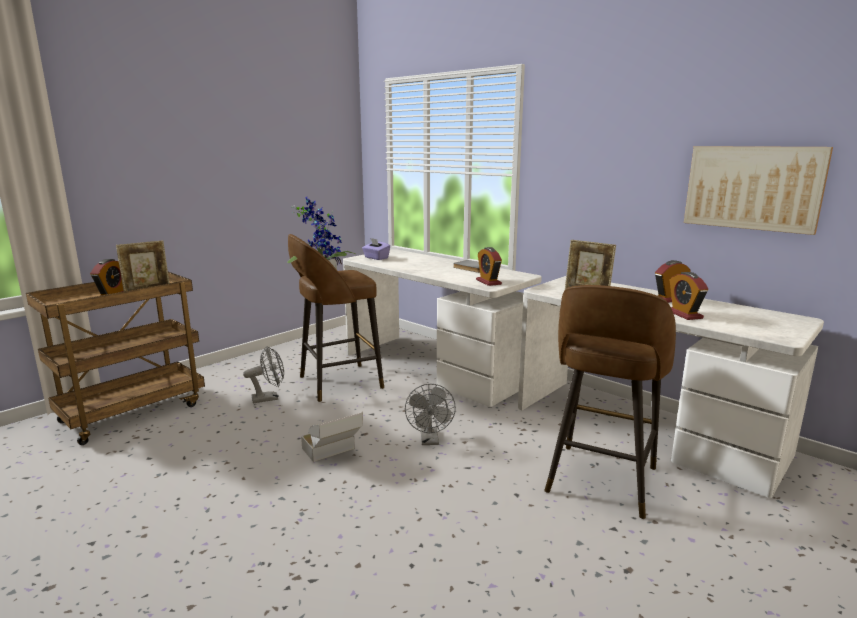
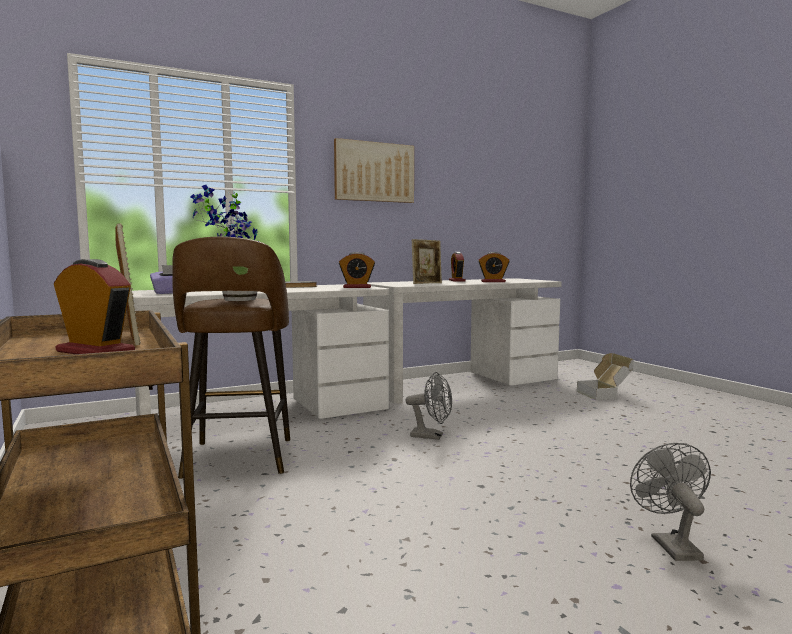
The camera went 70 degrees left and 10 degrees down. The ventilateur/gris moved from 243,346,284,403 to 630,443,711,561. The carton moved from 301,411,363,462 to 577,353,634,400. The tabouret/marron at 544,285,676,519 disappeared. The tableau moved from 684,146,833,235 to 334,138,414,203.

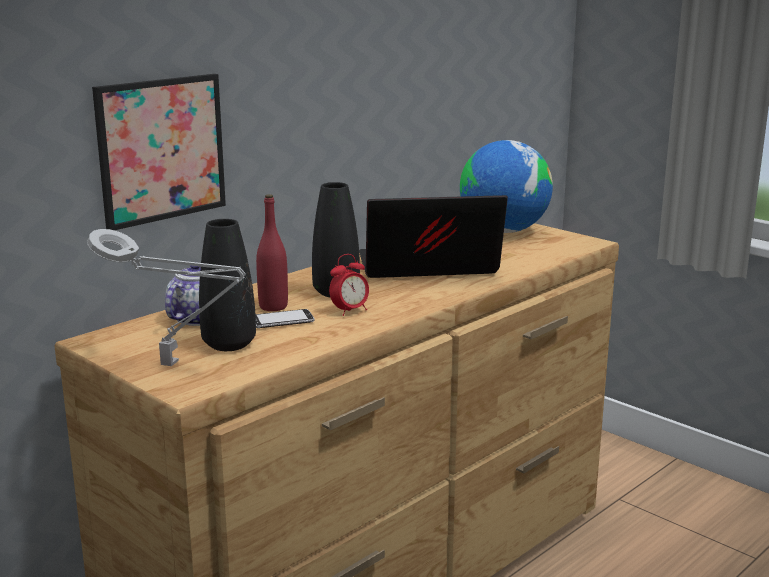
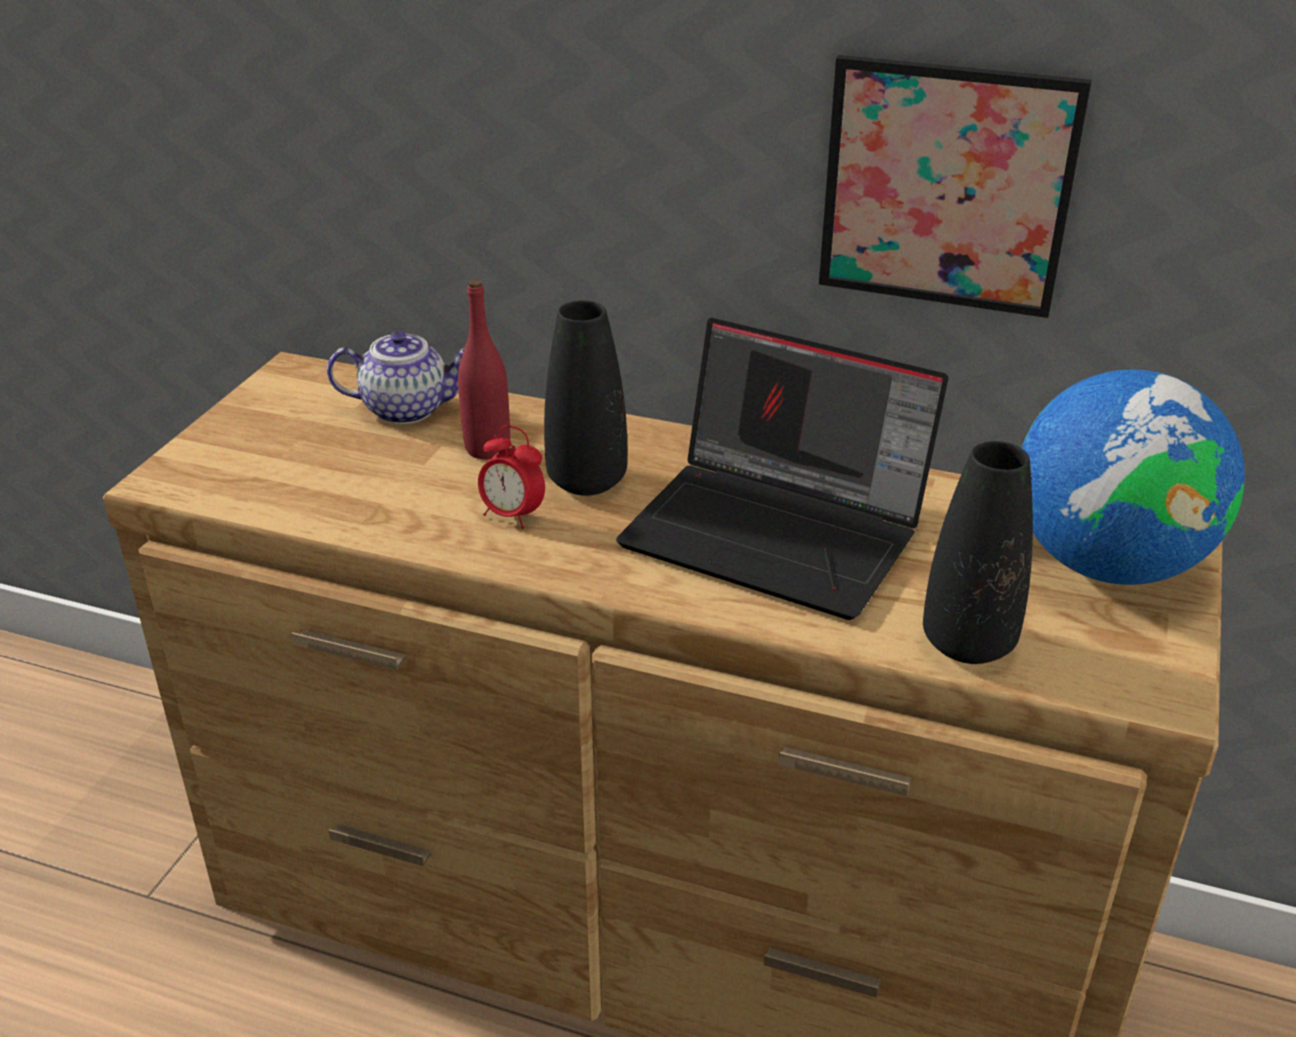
The camera went 65 degrees right and 15 degrees up. The lampe de table/gris at 87,229,246,366 disappeared. The tableau moved from 92,74,226,230 to 819,55,1092,318. The vase/noir moved from 199,219,256,351 to 923,441,1033,664. The téléphone at 255,309,315,328 disappeared. The ordinateur portable at 359,195,508,278 turned 150 degrees clockwise.

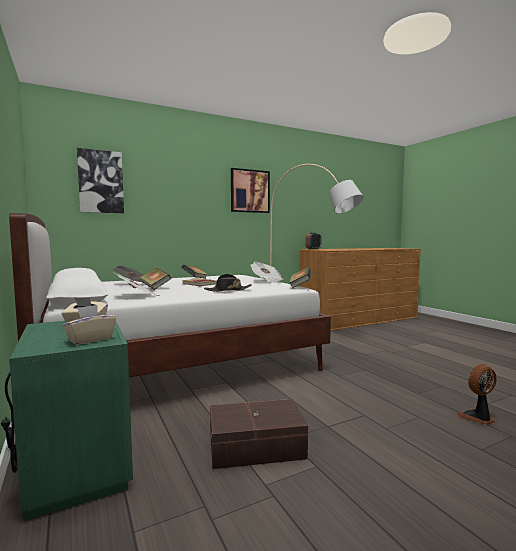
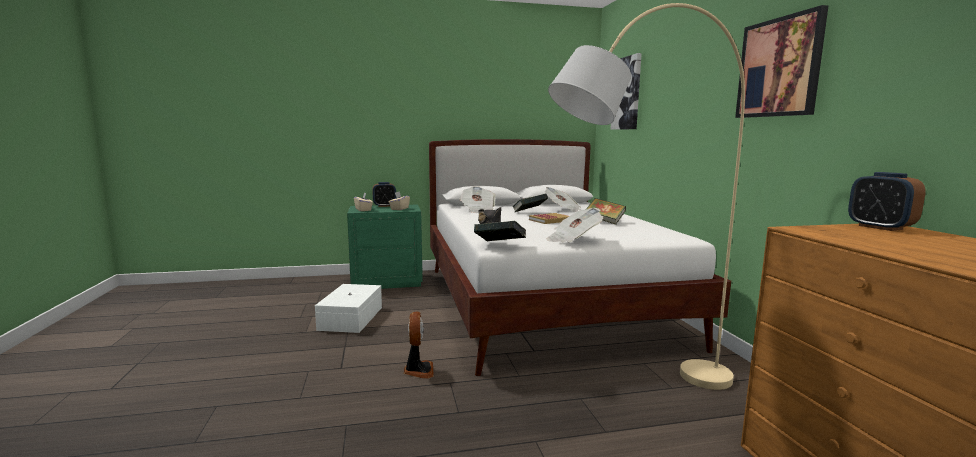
The camera went 105 degrees right and 5 degrees up. The boîte de rangement/marron at 210,399,308,469 became the boîte de rangement/blanc at 315,284,382,333. The ventilateur moved from 457,364,497,425 to 404,312,434,379. The réveil at 372,182,396,207 appeared.

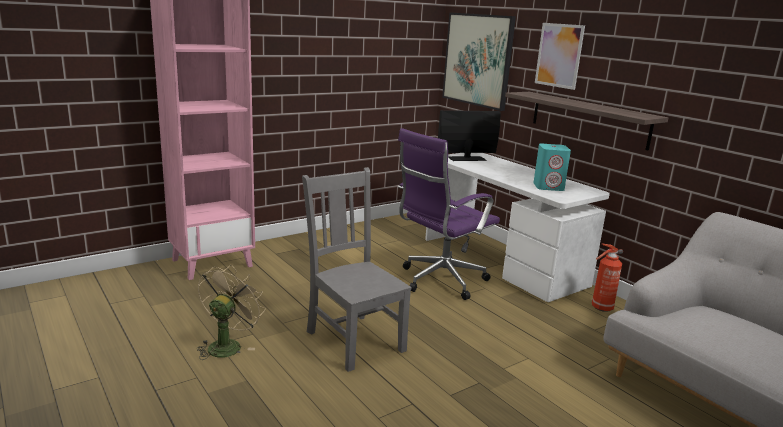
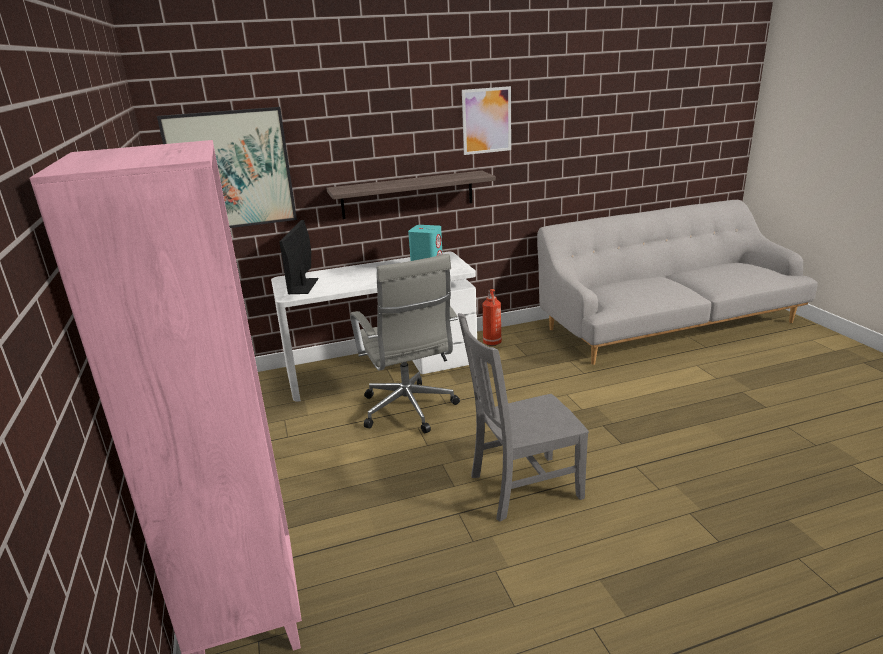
The camera went 70 degrees left and 5 degrees up. The ventilateur/beige at 197,265,266,360 disappeared. The chaise de bureau/violet at 398,128,500,300 became the chaise de bureau/gris at 350,254,460,433. The tableau moved from 535,23,585,90 to 462,86,511,155.

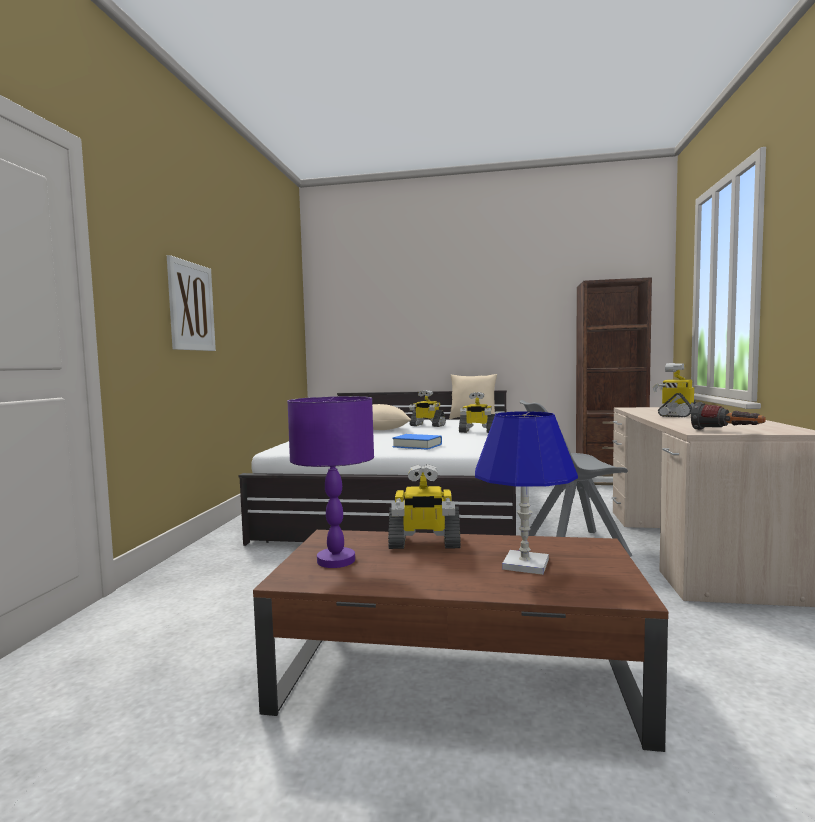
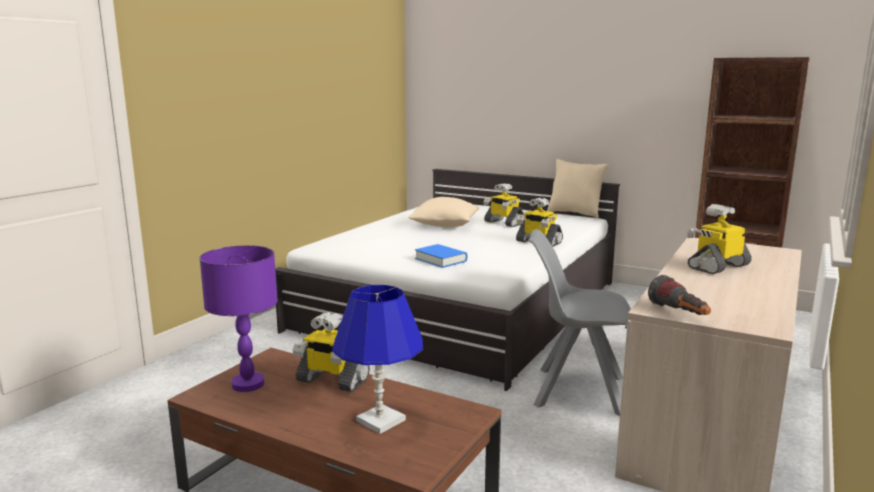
The camera went 20 degrees right and 10 degrees up. The tableau at 167,255,216,351 disappeared.

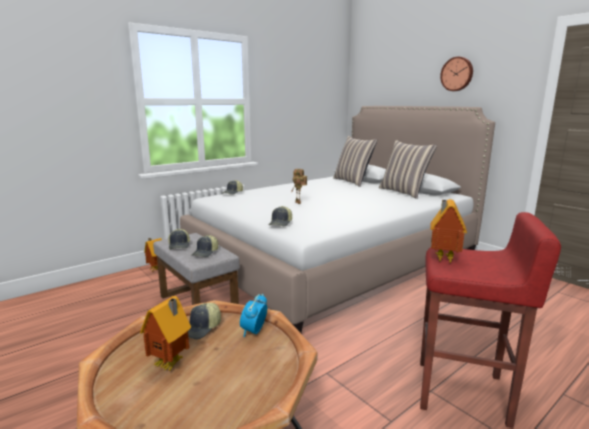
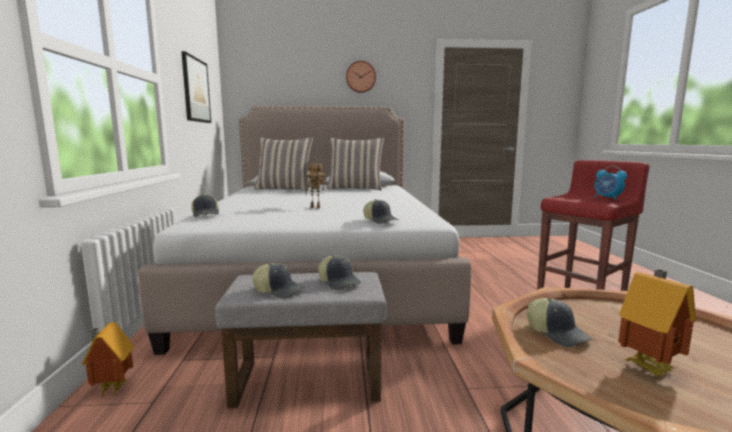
The camera went 55 degrees left and 5 degrees down. The réveil moved from 240,294,267,337 to 595,166,627,200. The maison miniature at 430,199,467,263 disappeared. The tableau at 181,51,211,123 appeared.

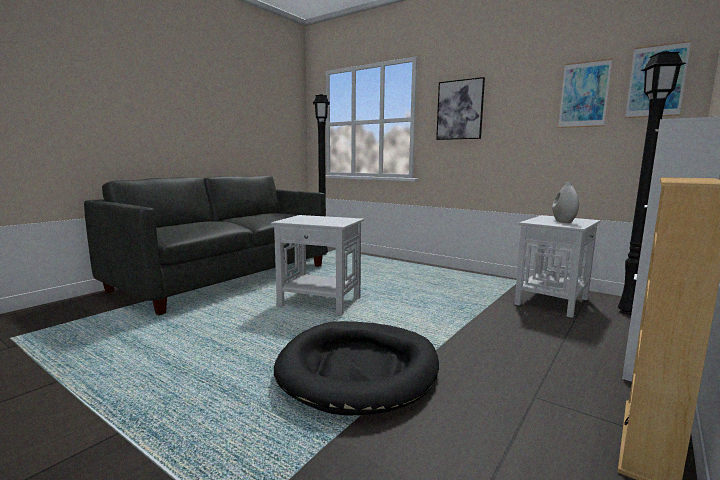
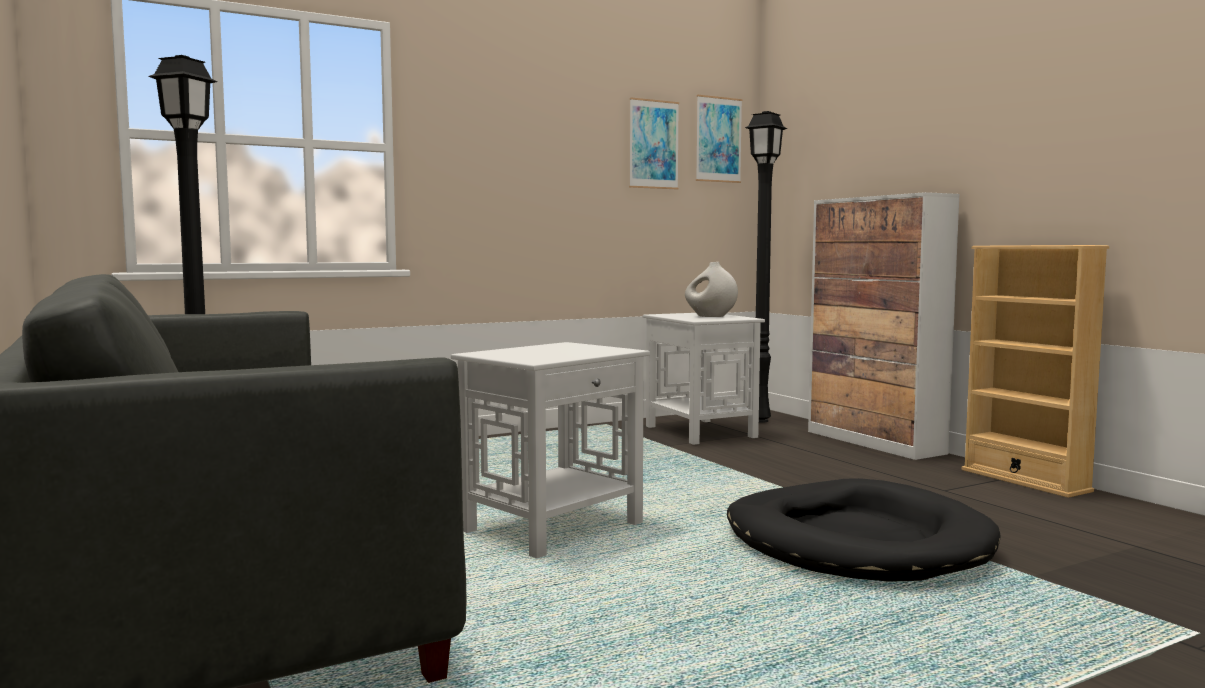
The camera went 65 degrees left and 5 degrees down. The tableau at 436,77,485,140 disappeared.

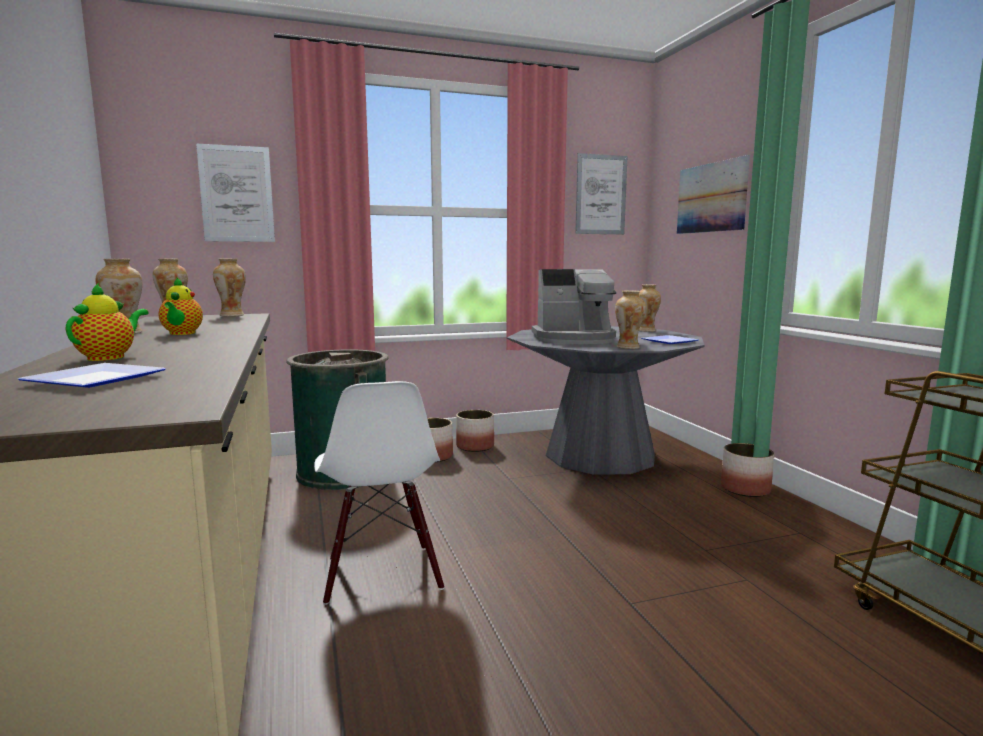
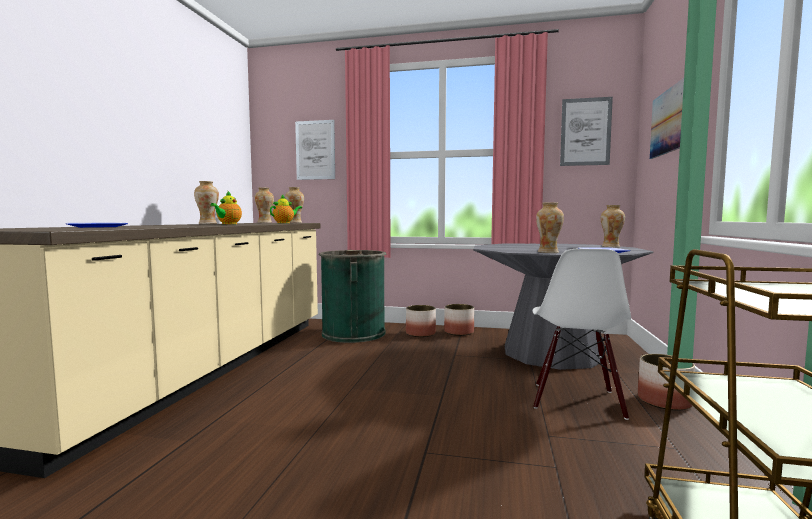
The camera went 30 degrees right and 5 degrees down. The théière moved from 65,283,149,361 to 270,195,302,223. The chaise/blanc moved from 314,381,444,605 to 533,249,631,420. The machine à café at 532,269,616,344 disappeared.

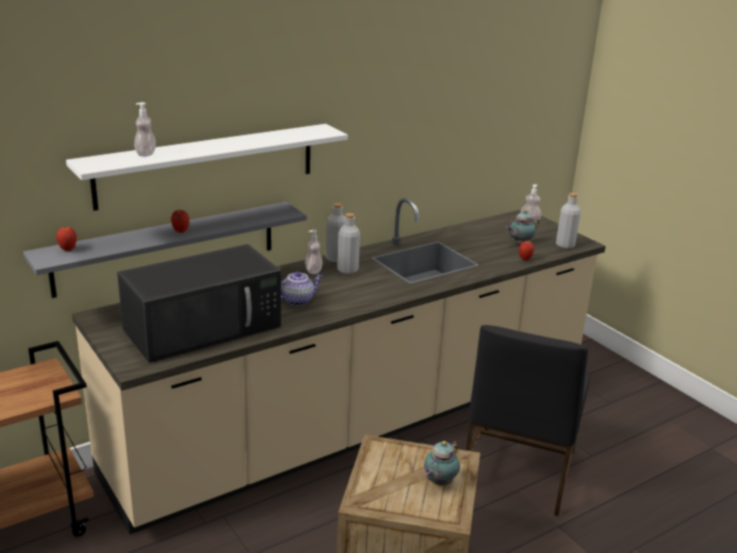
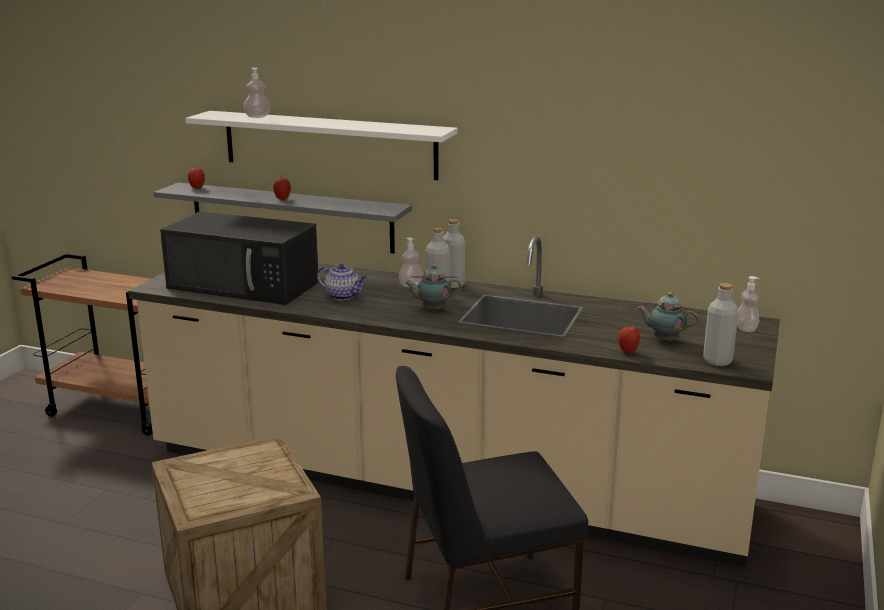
The camera went 55 degrees right and 5 degrees down. The théière moved from 424,441,460,486 to 405,264,461,310.

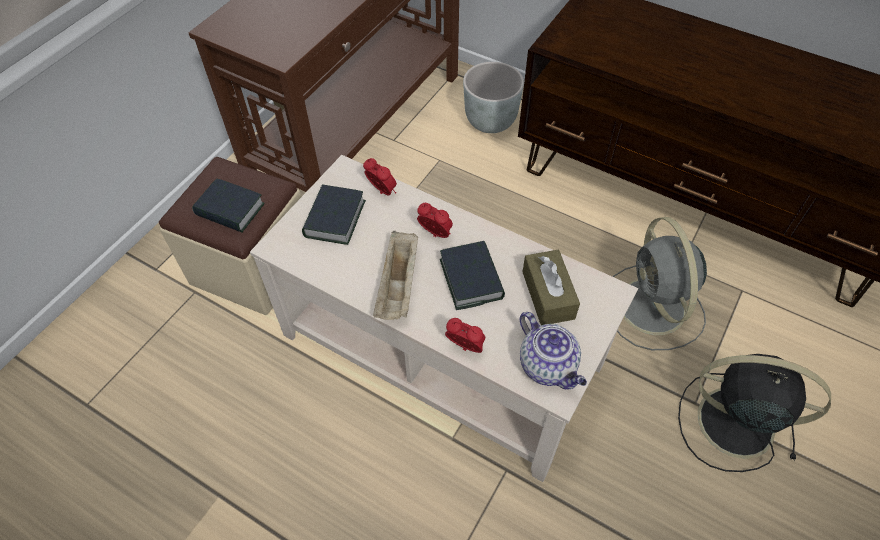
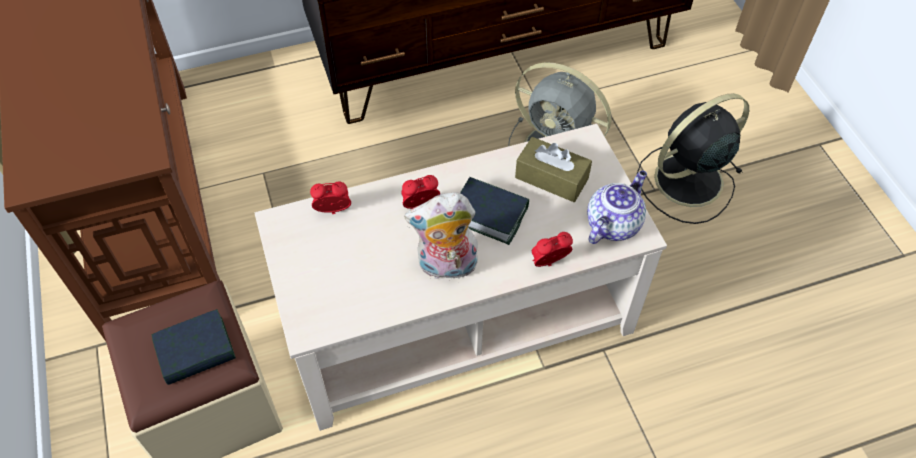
The camera went 50 degrees left and 0 degrees up. The livre at 302,184,366,245 disappeared. The plateau/beige at 373,230,418,320 was replaced by the peluche at 404,192,478,279. The cache-pot/gris at 463,62,524,133 disappeared. The théière at 520,312,587,390 turned 60 degrees counterclockwise.

